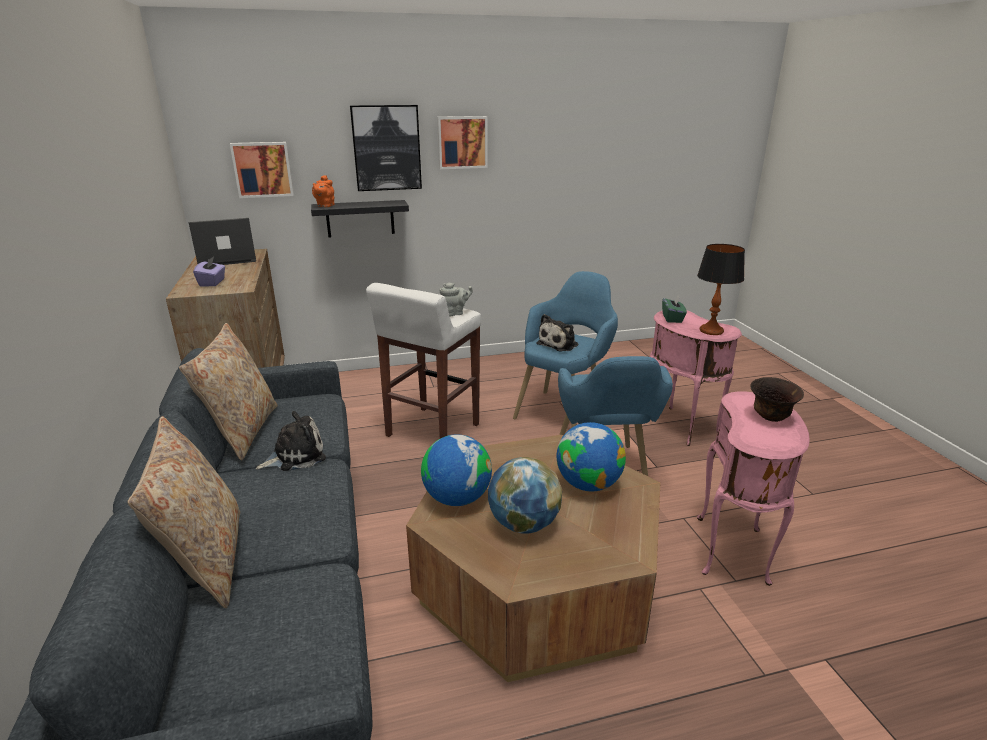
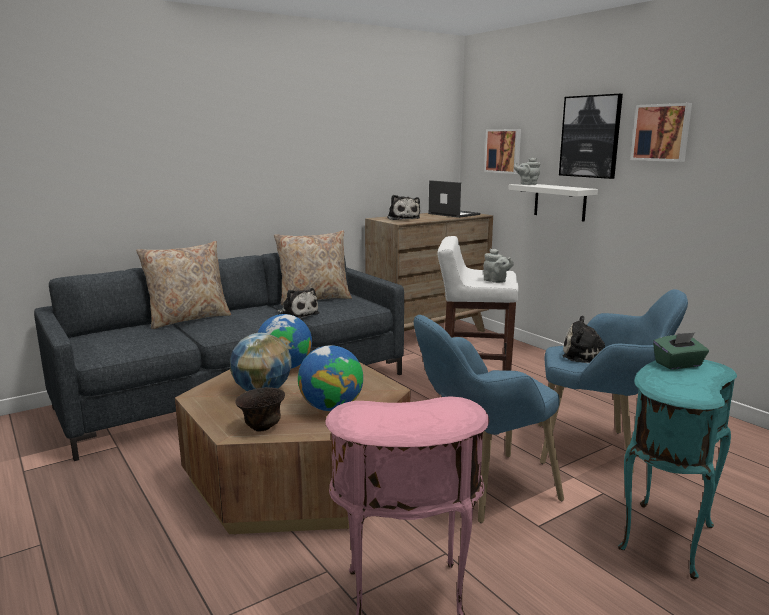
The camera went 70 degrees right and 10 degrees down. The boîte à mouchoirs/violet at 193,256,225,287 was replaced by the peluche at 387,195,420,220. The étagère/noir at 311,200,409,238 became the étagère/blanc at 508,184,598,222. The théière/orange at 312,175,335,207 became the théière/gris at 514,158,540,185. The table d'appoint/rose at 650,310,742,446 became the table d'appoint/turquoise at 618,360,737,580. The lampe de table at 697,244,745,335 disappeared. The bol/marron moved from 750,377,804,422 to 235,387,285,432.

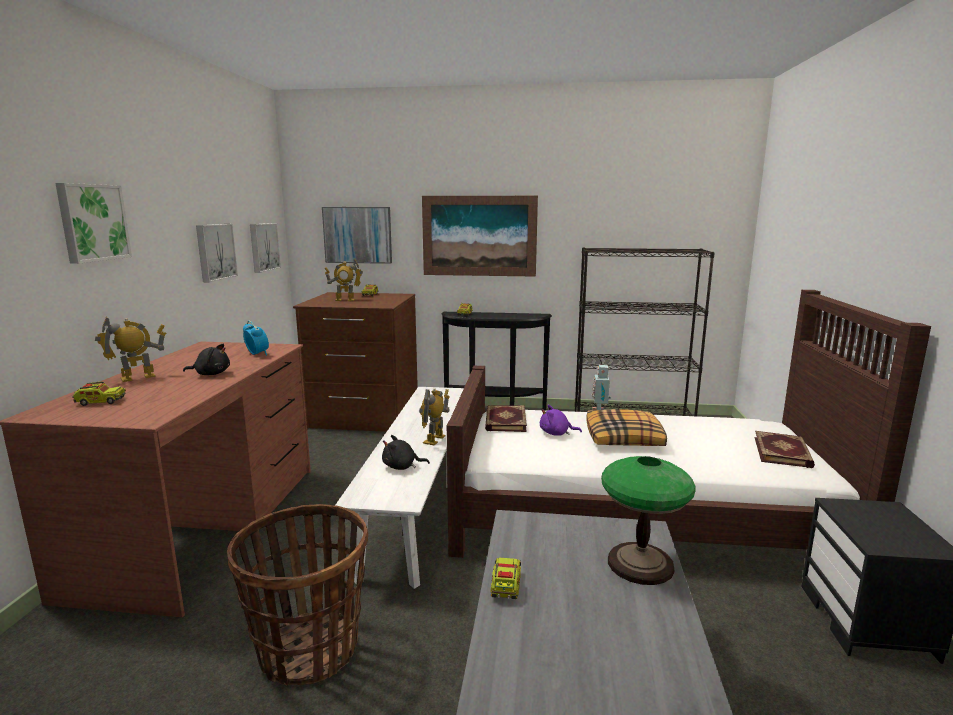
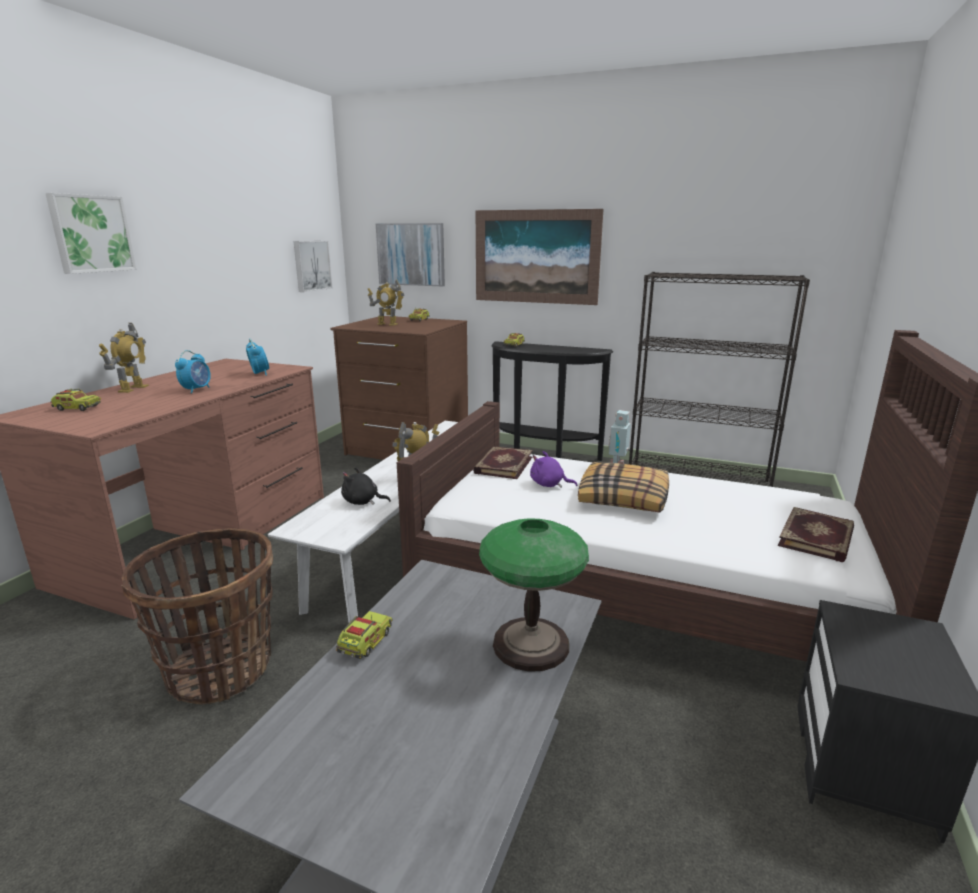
The camera went 15 degrees right and 5 degrees up. The robot jouet at 95,316,166,382 turned 120 degrees clockwise. The peluche/noir at 183,344,230,375 was replaced by the réveil at 175,350,211,393. The tableau at 196,224,238,282 disappeared.

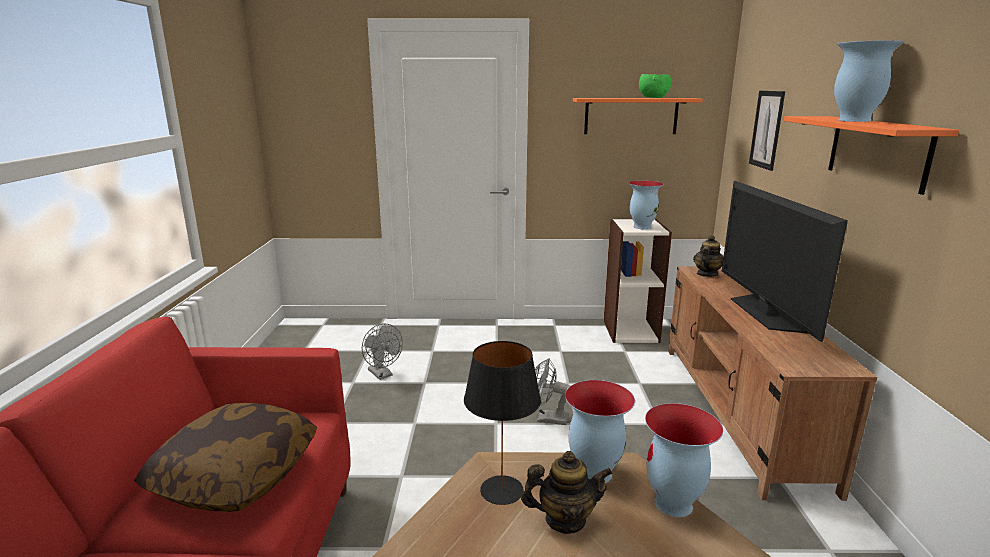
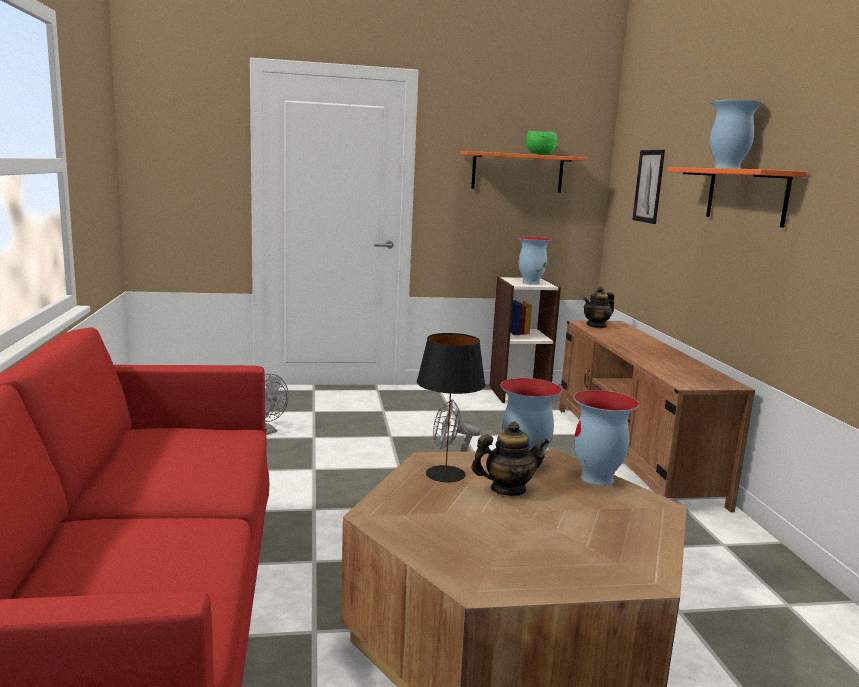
The camera went 10 degrees left and 5 degrees down. The coussin at 134,403,317,512 disappeared. The théière at 693,235,723,277 turned 150 degrees counterclockwise. The téléviseur at 722,181,848,342 disappeared.

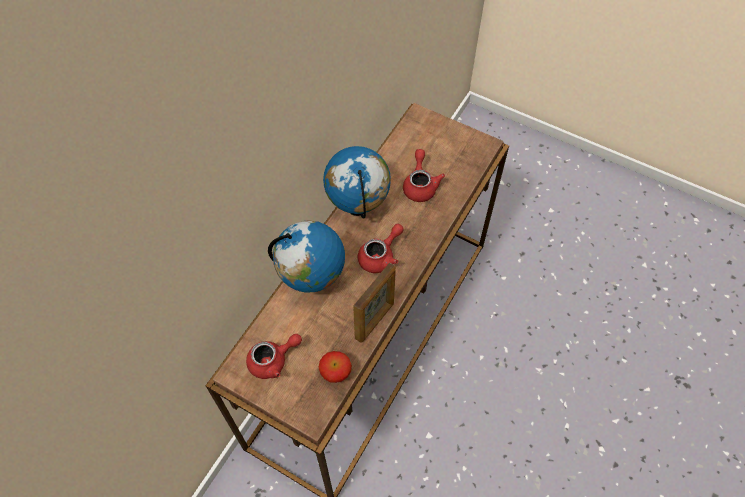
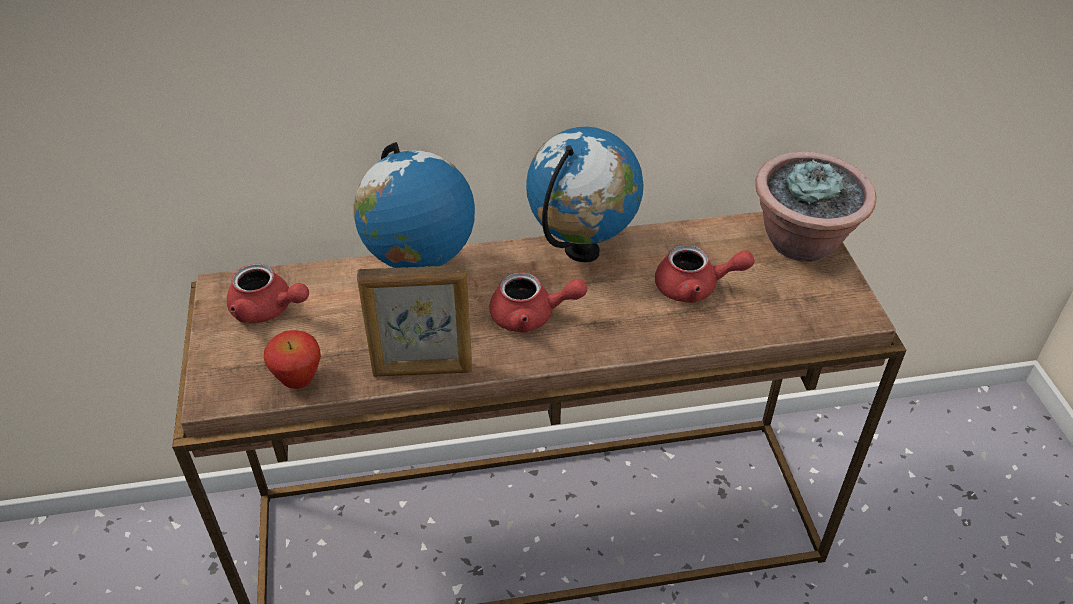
The camera went 50 degrees right and 15 degrees down. The théière/rouge at 403,149,445,202 turned 45 degrees clockwise. The plante en pot at 755,152,876,262 appeared.

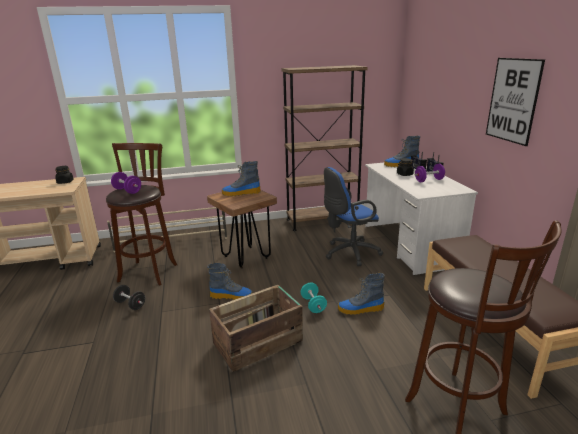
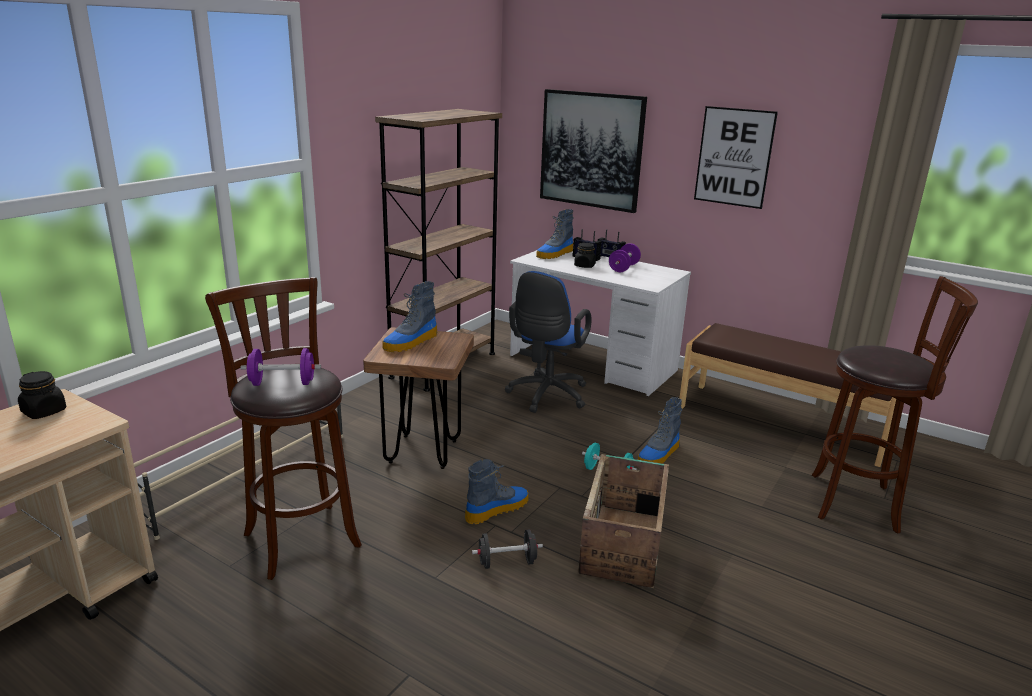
The camera went 45 degrees left and 0 degrees up. The haltère/noir moved from 113,285,145,310 to 472,529,543,569. The tableau at 540,89,647,213 appeared.

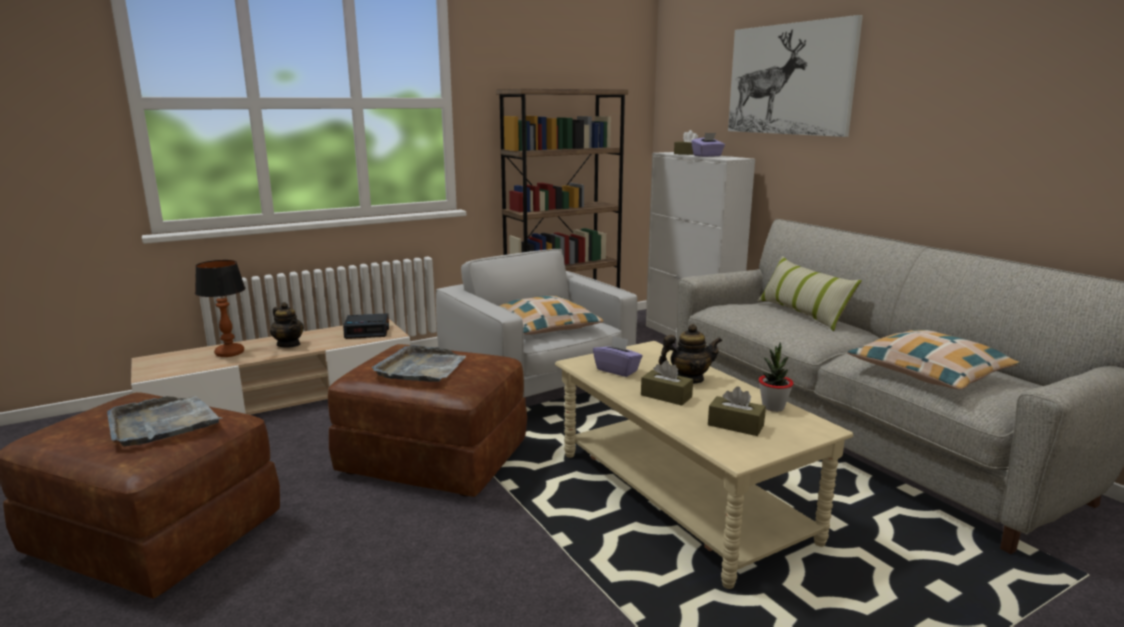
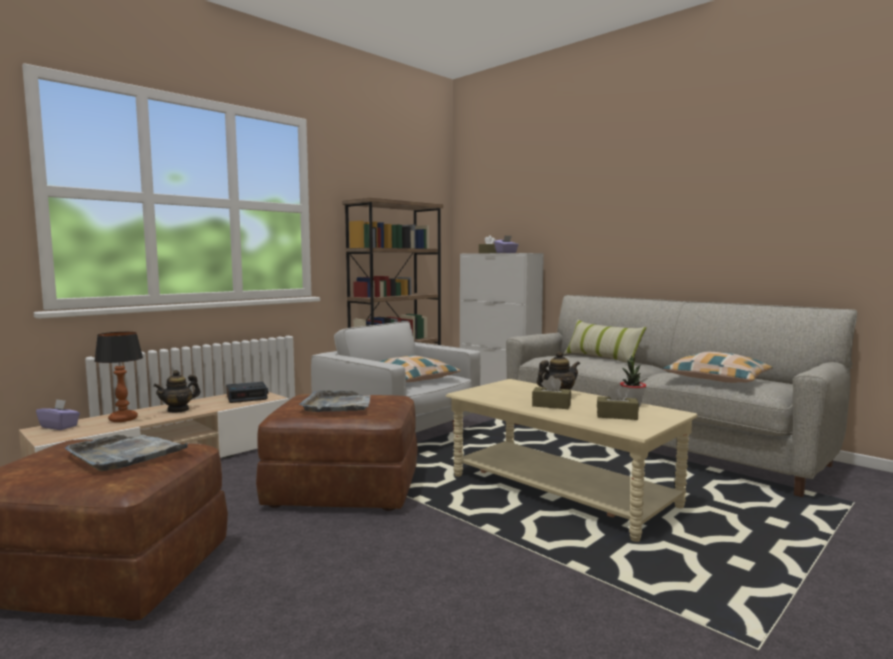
The camera went 15 degrees left and 10 degrees down. The théière at 270,302,304,348 turned 105 degrees clockwise. The boîte à mouchoirs/violet moved from 593,336,642,377 to 36,399,80,430. The tableau at 728,15,863,137 disappeared.

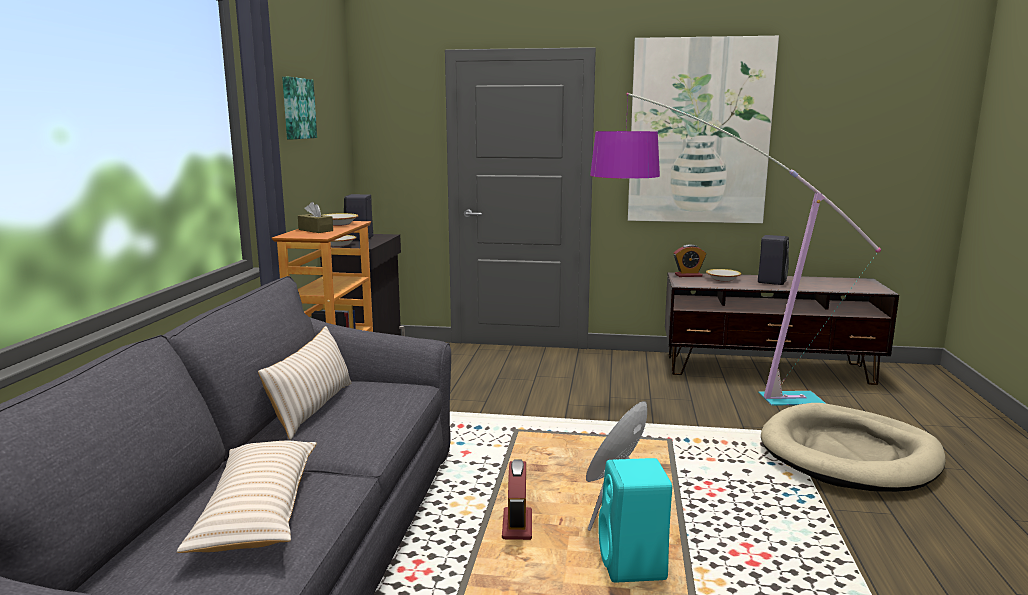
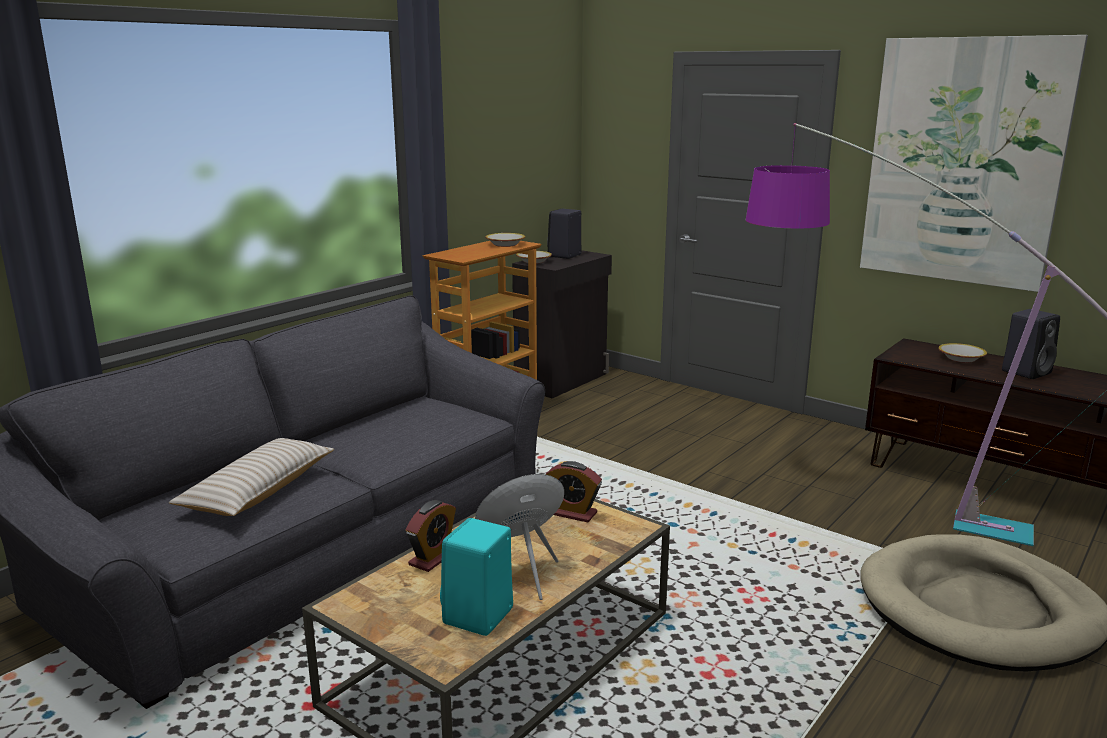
The camera went 30 degrees right and 5 degrees up. The coussin/beige at 258,326,351,440 disappeared. The tableau at 282,77,317,139 disappeared. The boîte à mouchoirs/marron at 298,202,333,233 disappeared. The réveil moved from 673,244,706,277 to 546,461,602,522.

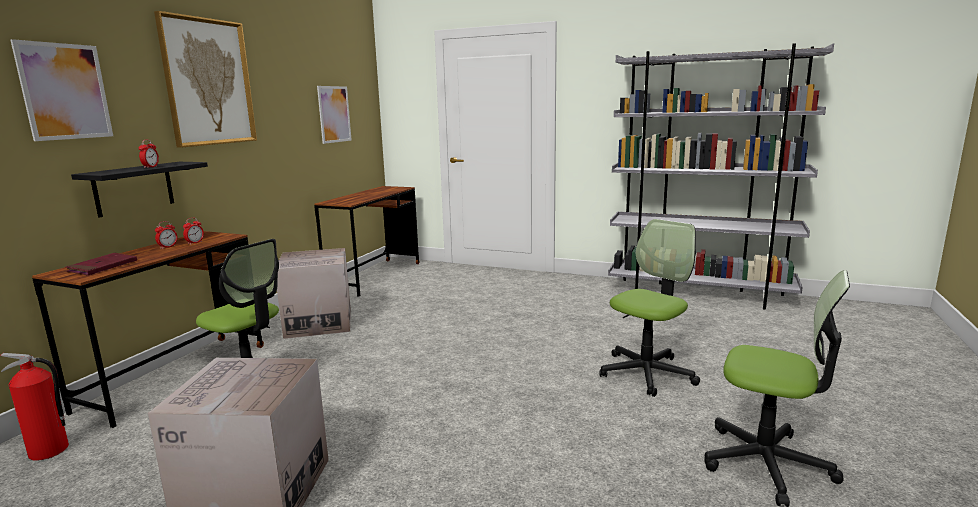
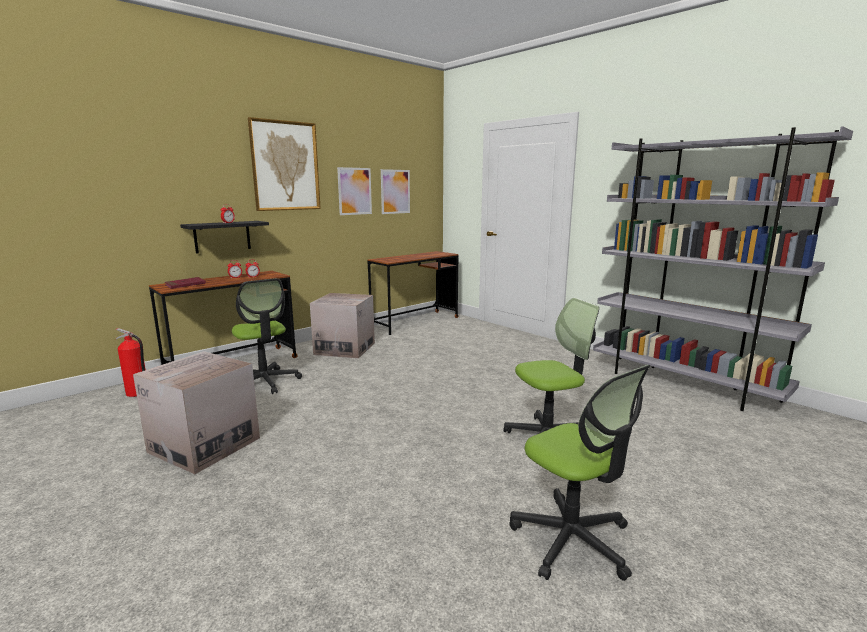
The camera went 25 degrees right and 0 degrees up. The tableau moved from 10,39,113,141 to 337,167,372,215.

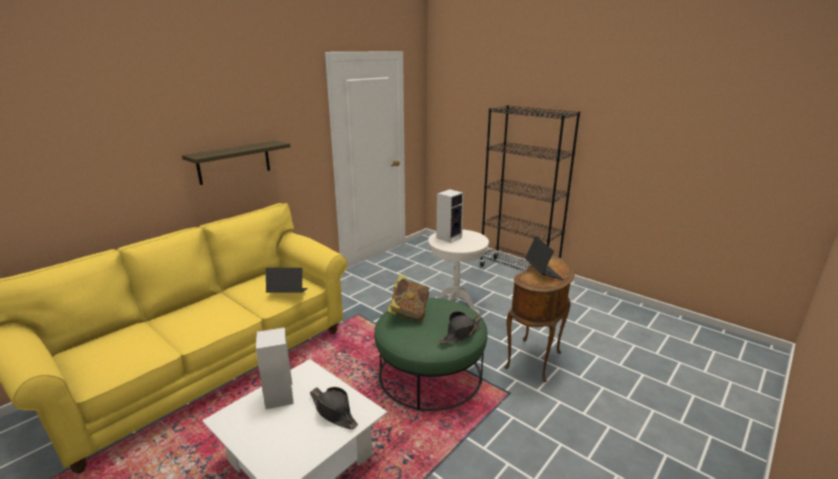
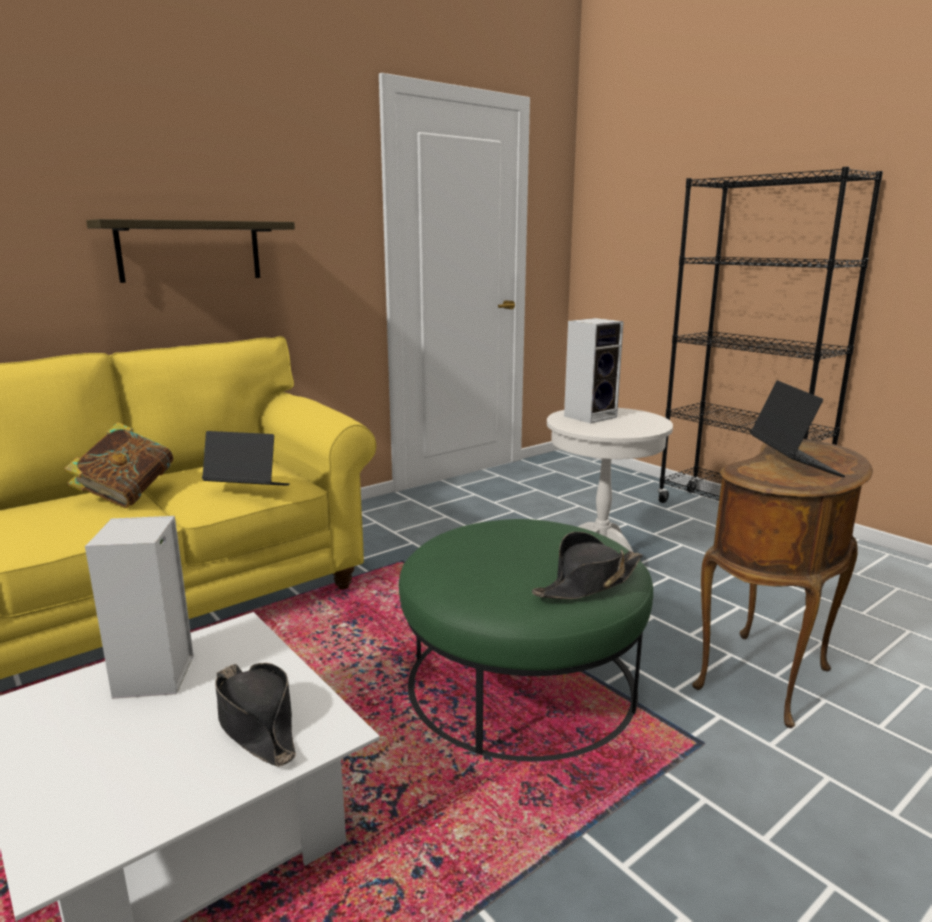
The camera went 10 degrees right and 5 degrees down. The livre moved from 387,275,429,322 to 64,422,174,508.

